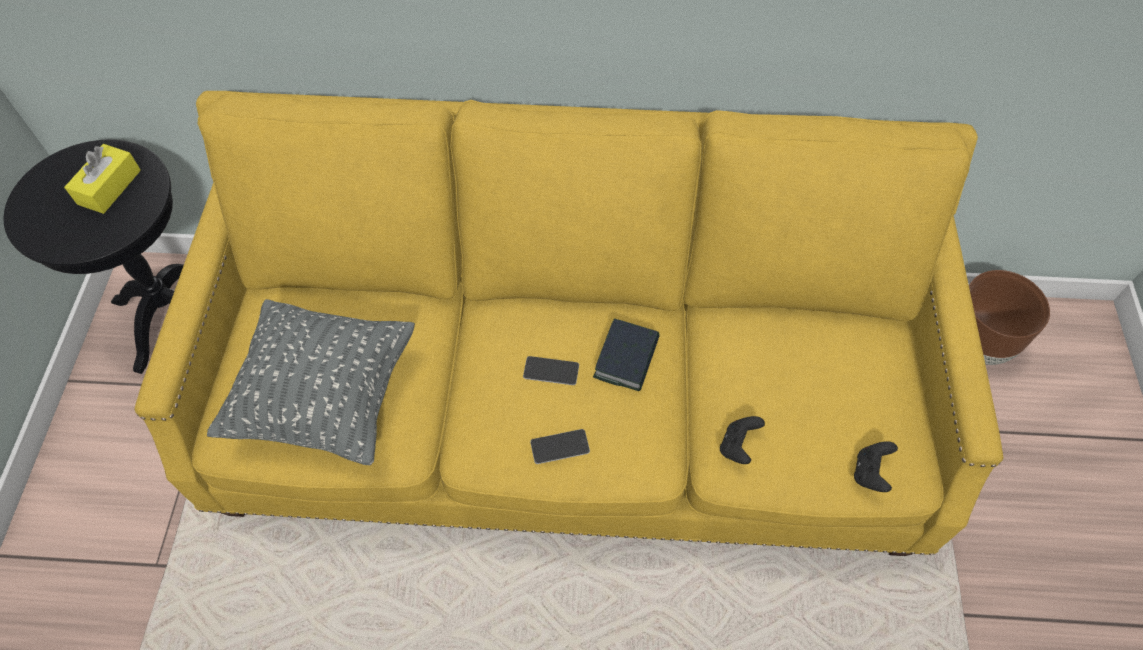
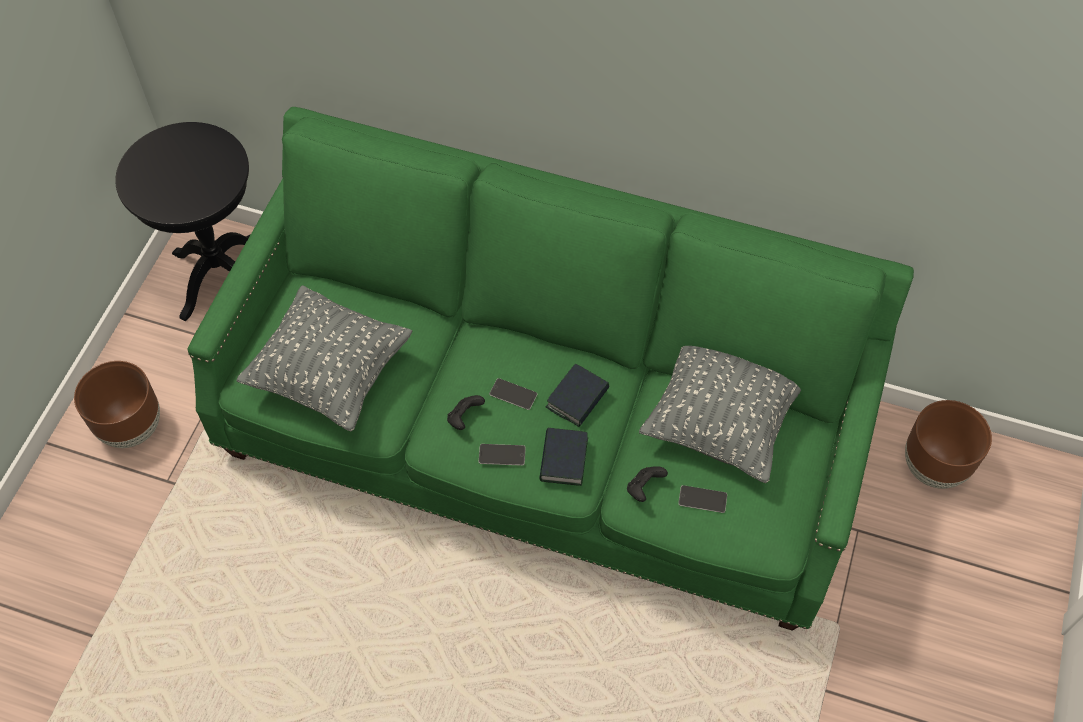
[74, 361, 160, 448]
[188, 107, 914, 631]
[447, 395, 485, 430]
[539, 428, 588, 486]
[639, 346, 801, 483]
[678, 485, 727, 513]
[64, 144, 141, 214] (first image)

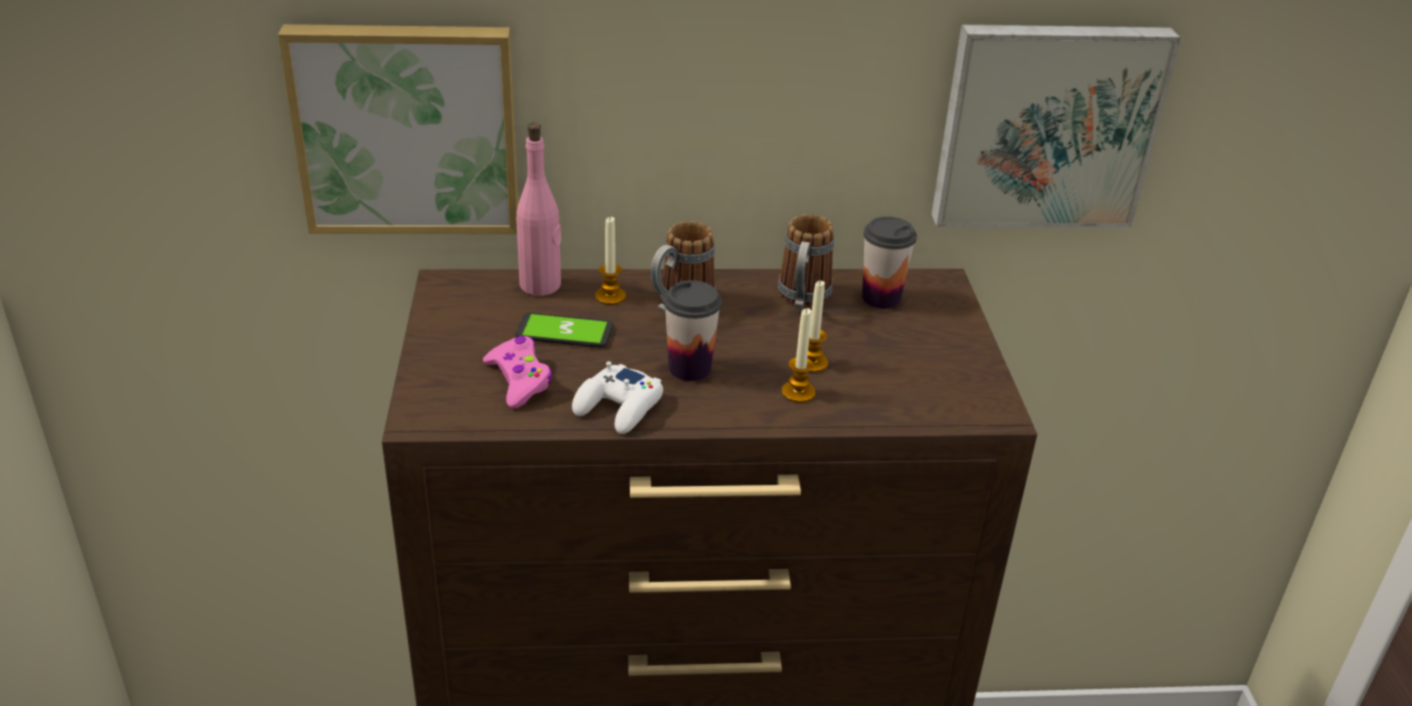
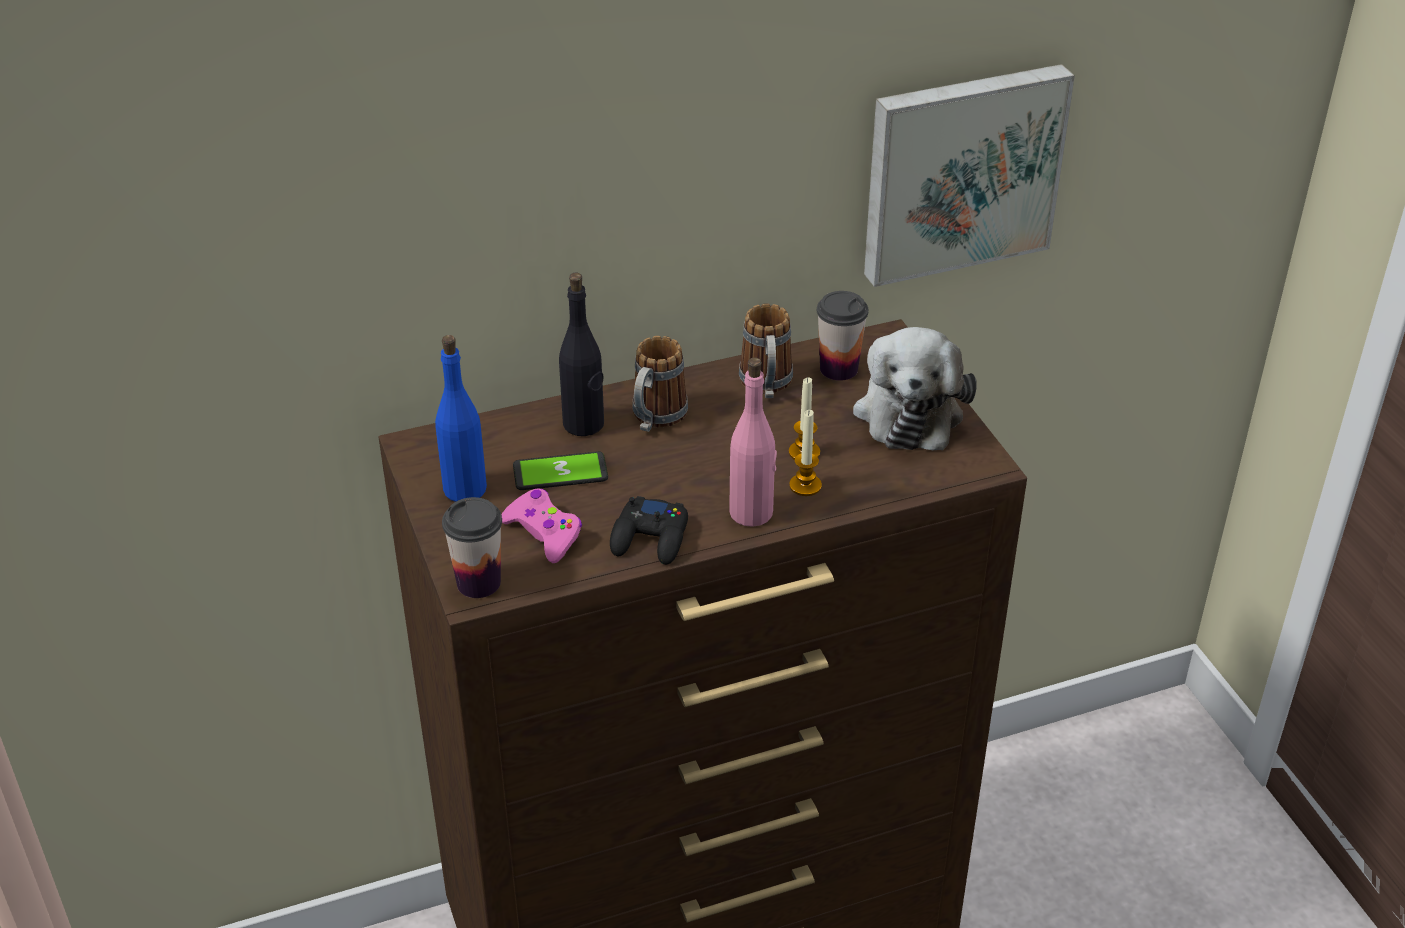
[435, 335, 487, 502]
[442, 497, 502, 598]
[559, 273, 604, 436]
[610, 496, 688, 565]
[729, 357, 777, 527]
[853, 327, 977, 450]
[278, 24, 518, 234] (first image)

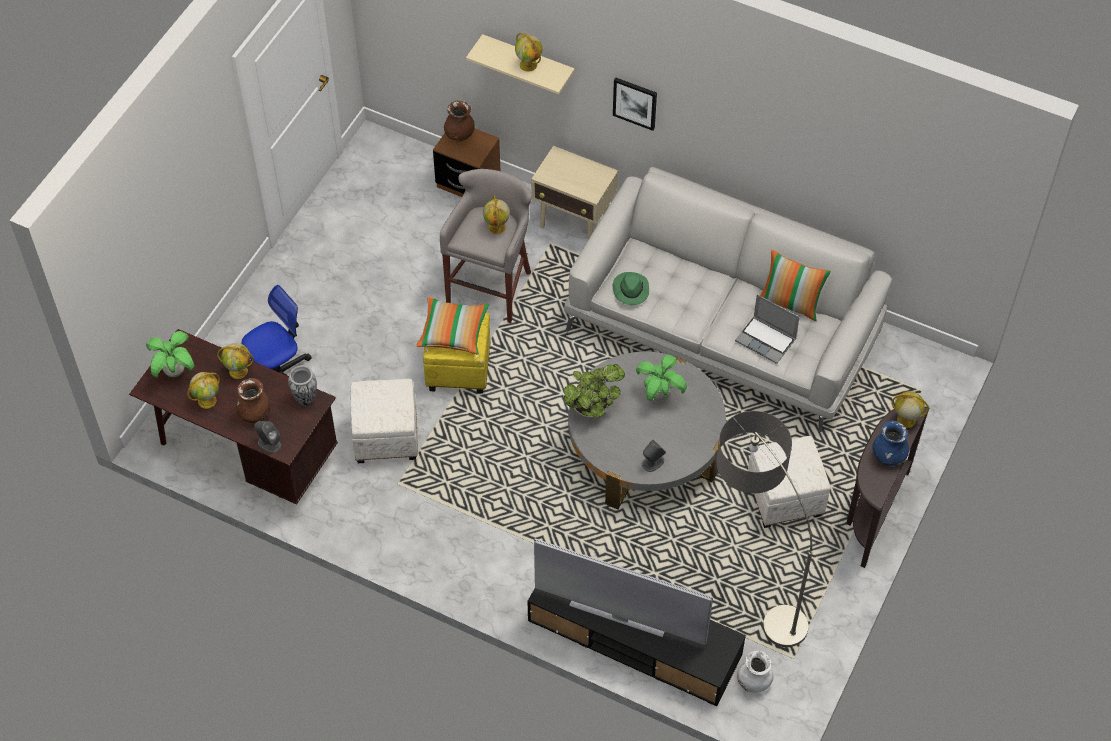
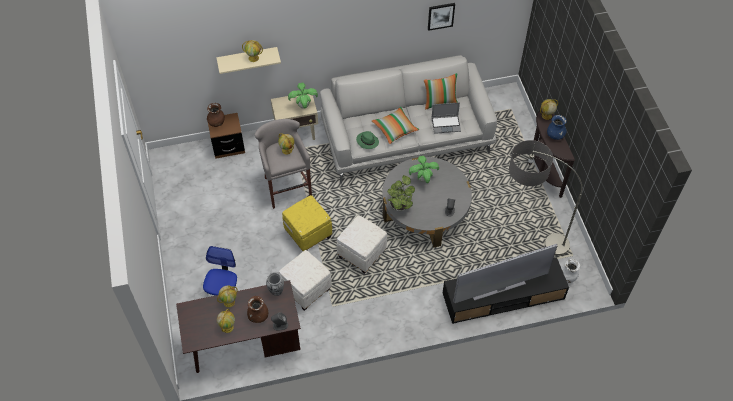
[288, 83, 318, 109]
[337, 215, 387, 274]
[372, 107, 419, 144]
[428, 3, 455, 31]

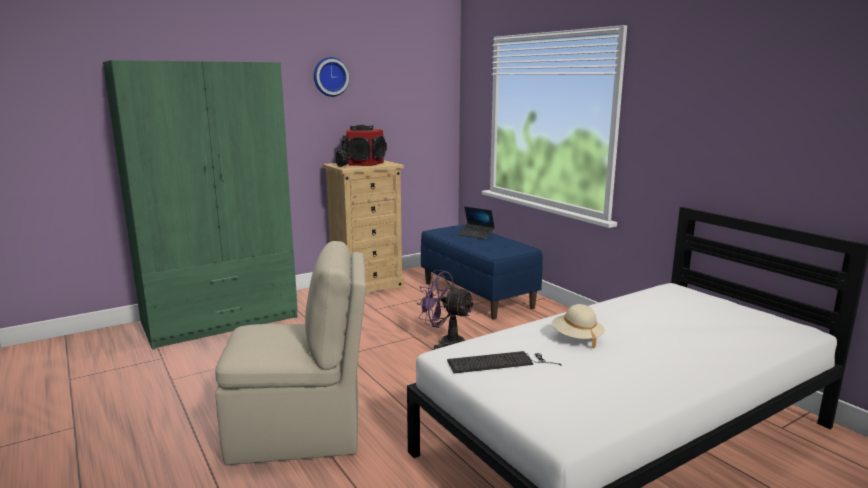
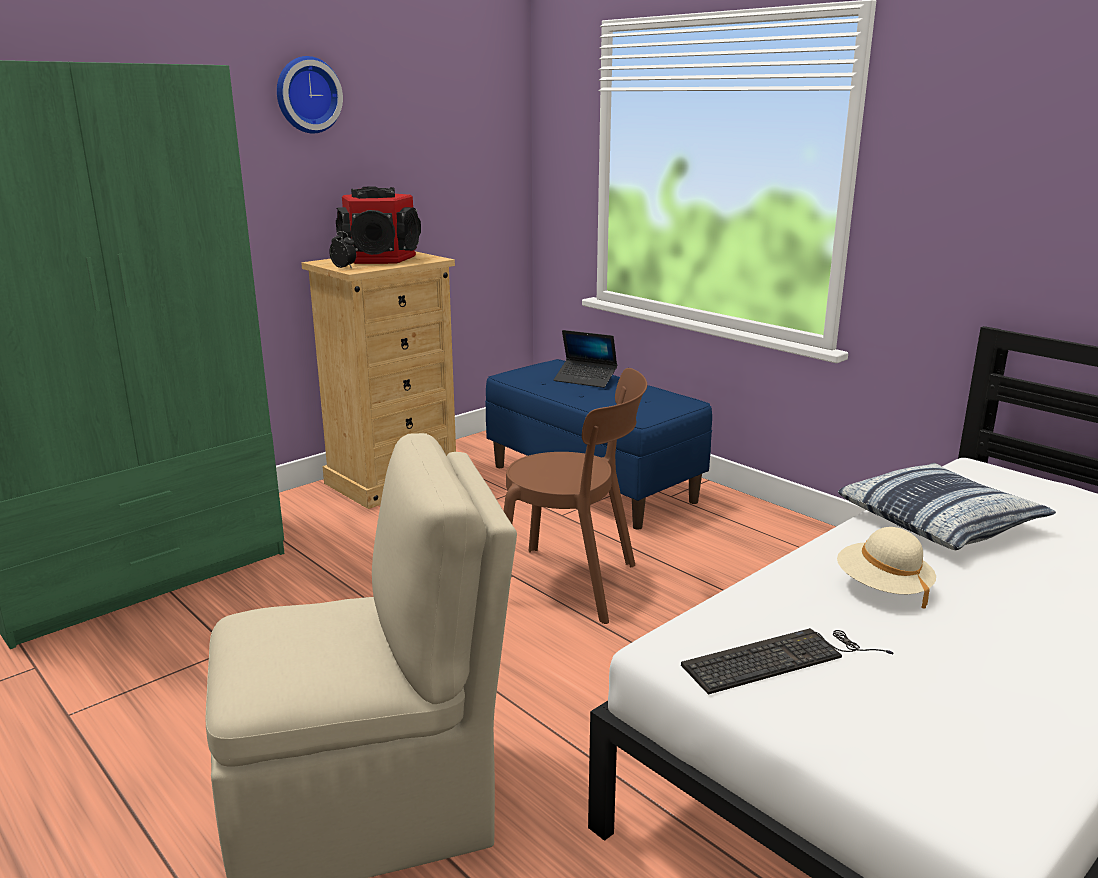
[504, 368, 647, 624]
[838, 463, 1056, 550]

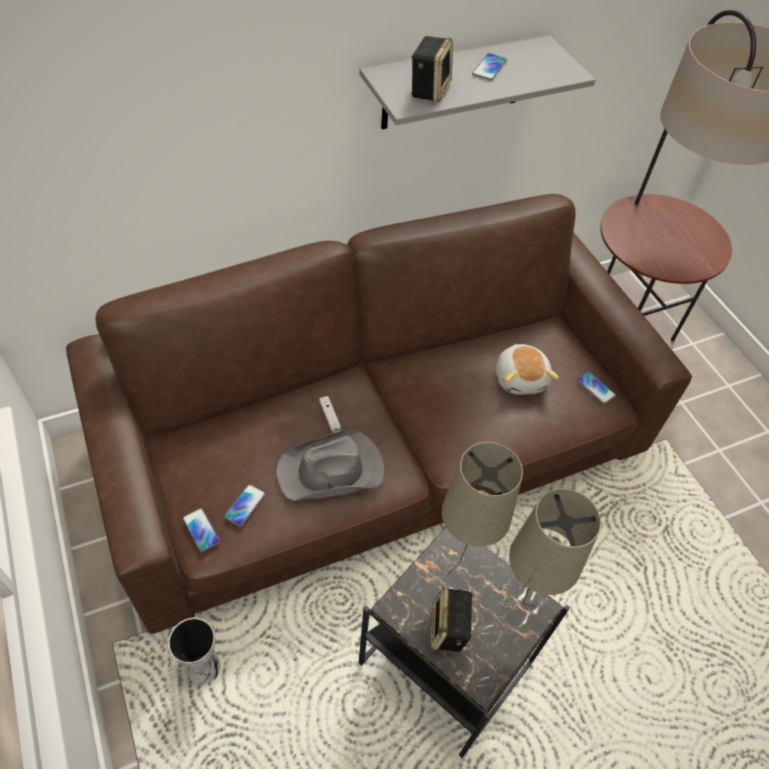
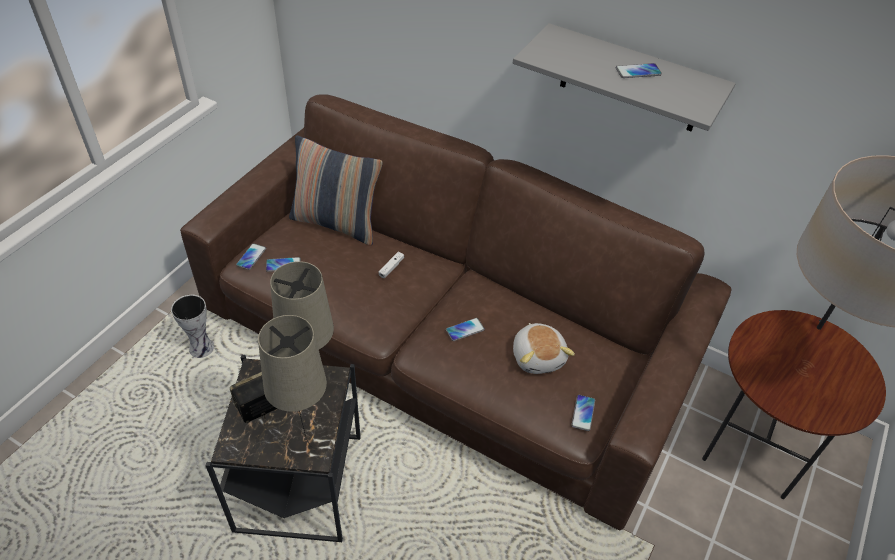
[289, 135, 383, 246]
[446, 318, 485, 341]
[513, 323, 575, 374]
[276, 430, 384, 501] (first image)
[411, 36, 453, 102] (first image)

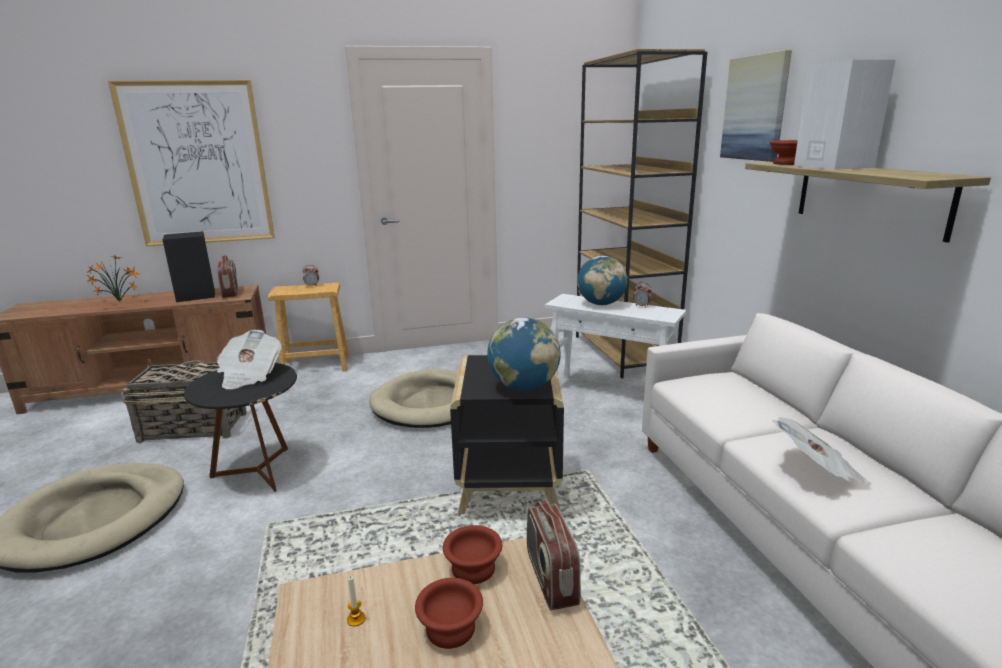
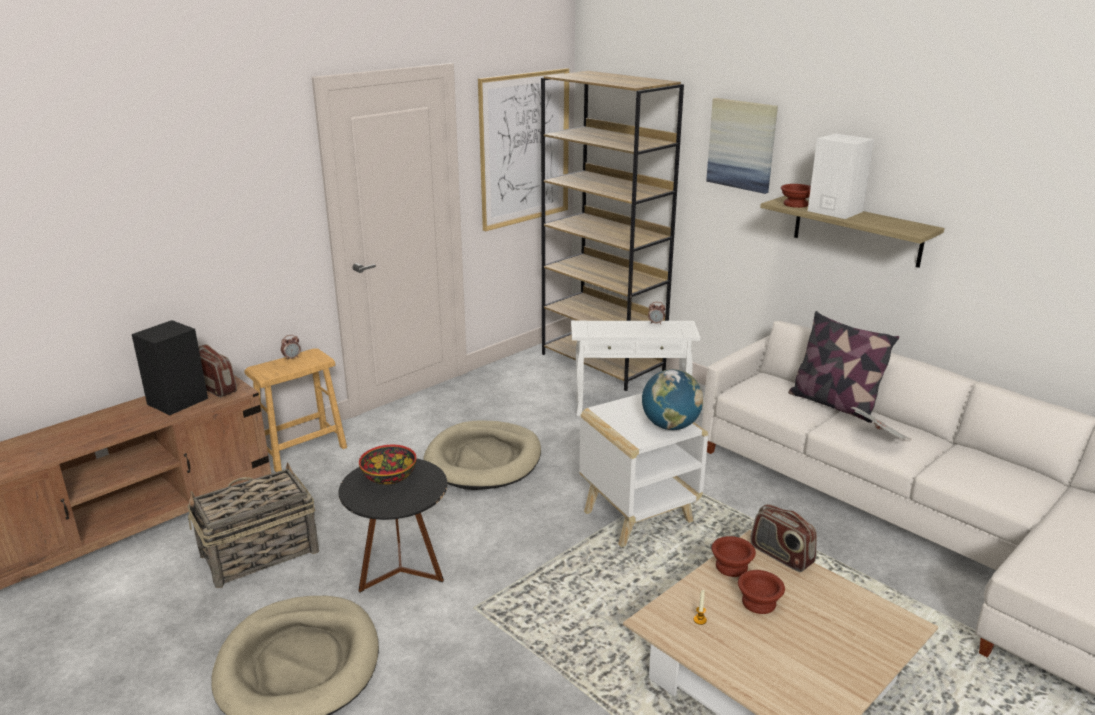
[359, 445, 417, 485]
[478, 68, 569, 231]
[579, 393, 708, 547]
[788, 311, 899, 423]
[86, 255, 139, 301] (first image)
[577, 256, 628, 305] (first image)

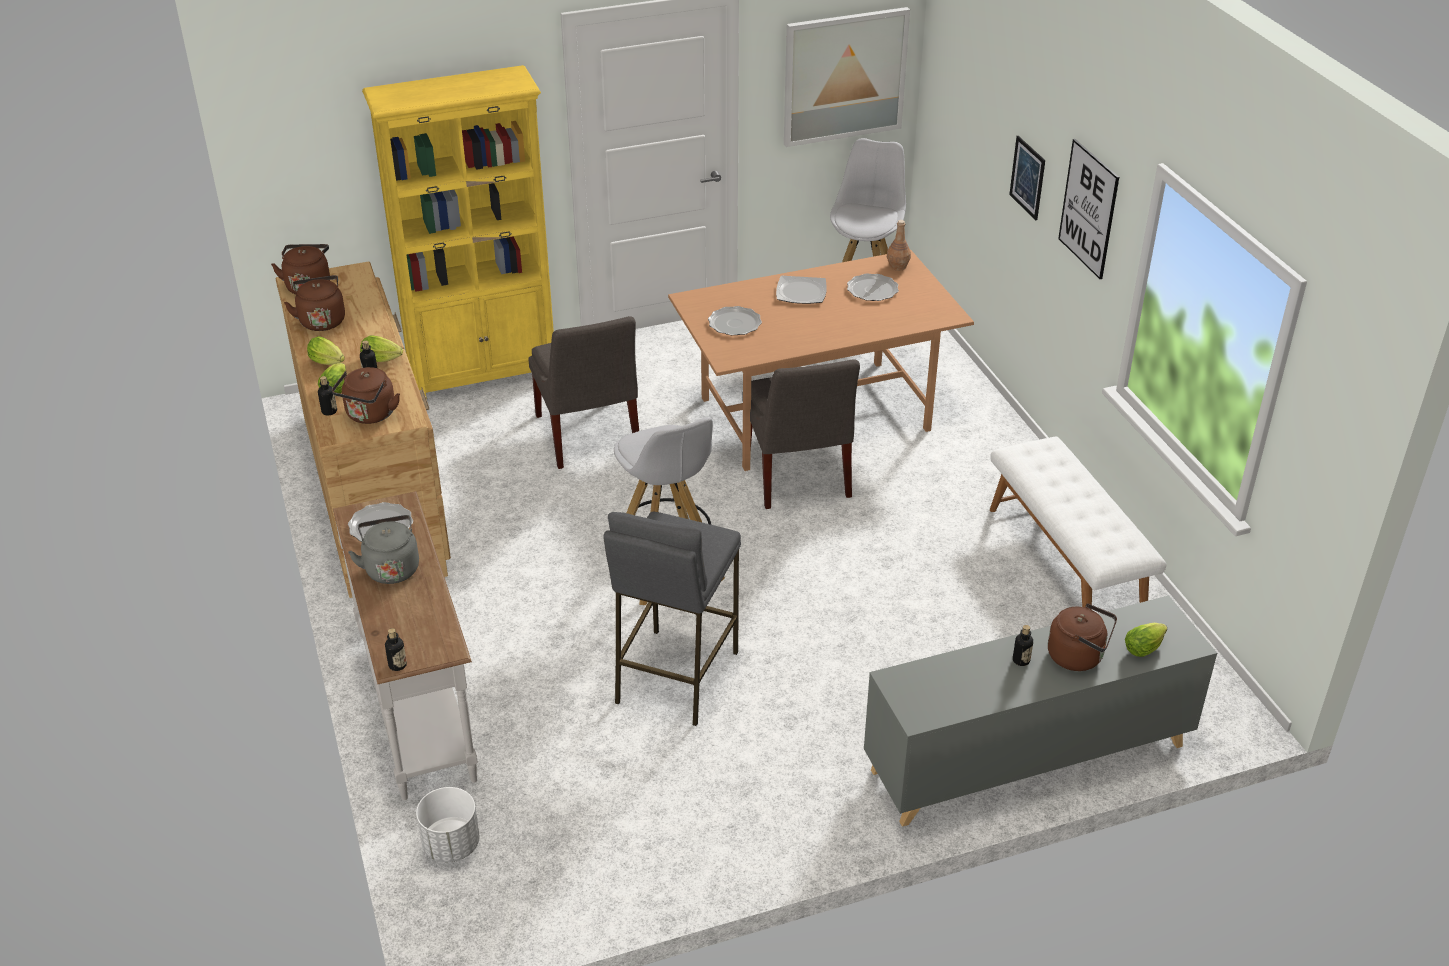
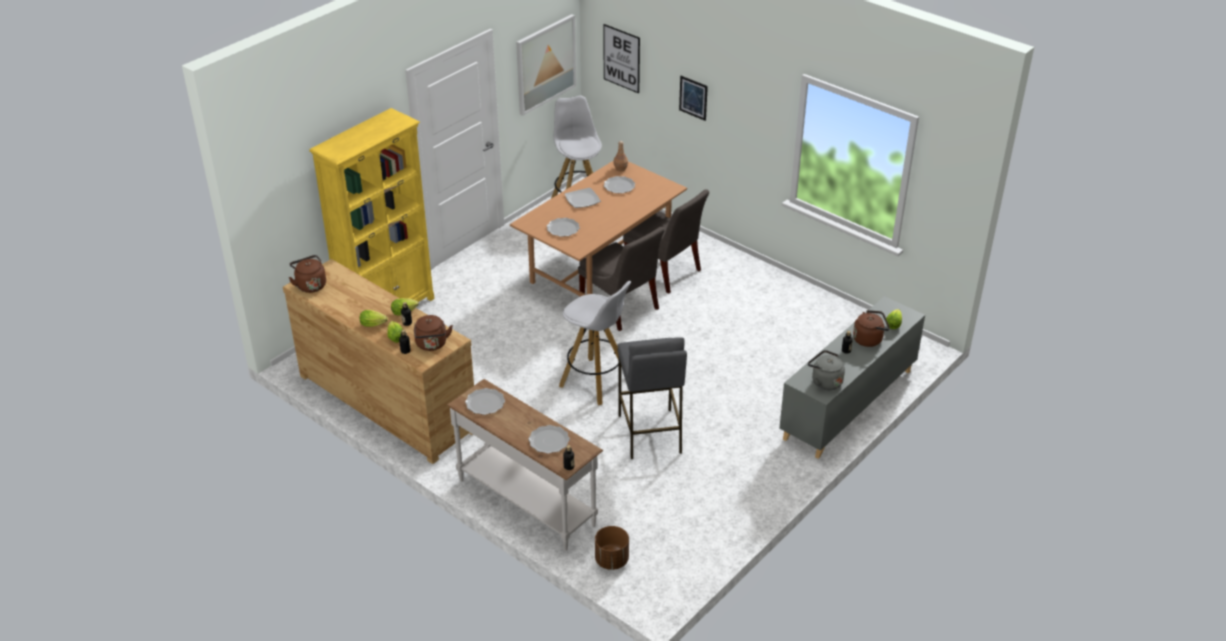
[528, 425, 570, 454]
[595, 526, 629, 570]
[603, 24, 640, 93]
[623, 189, 709, 294]
[808, 350, 845, 390]
[284, 275, 345, 331] (first image)
[990, 436, 1166, 607] (first image)

